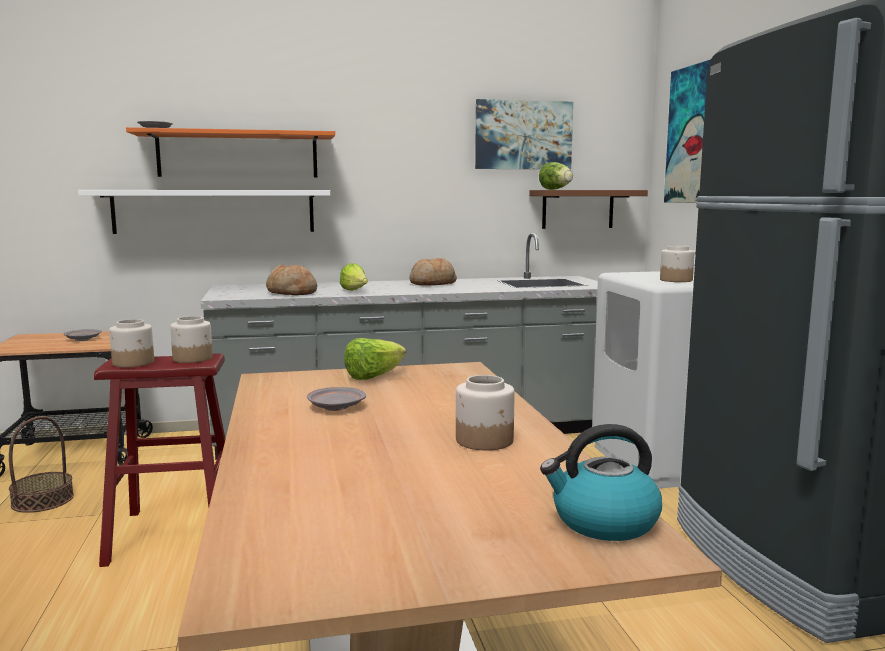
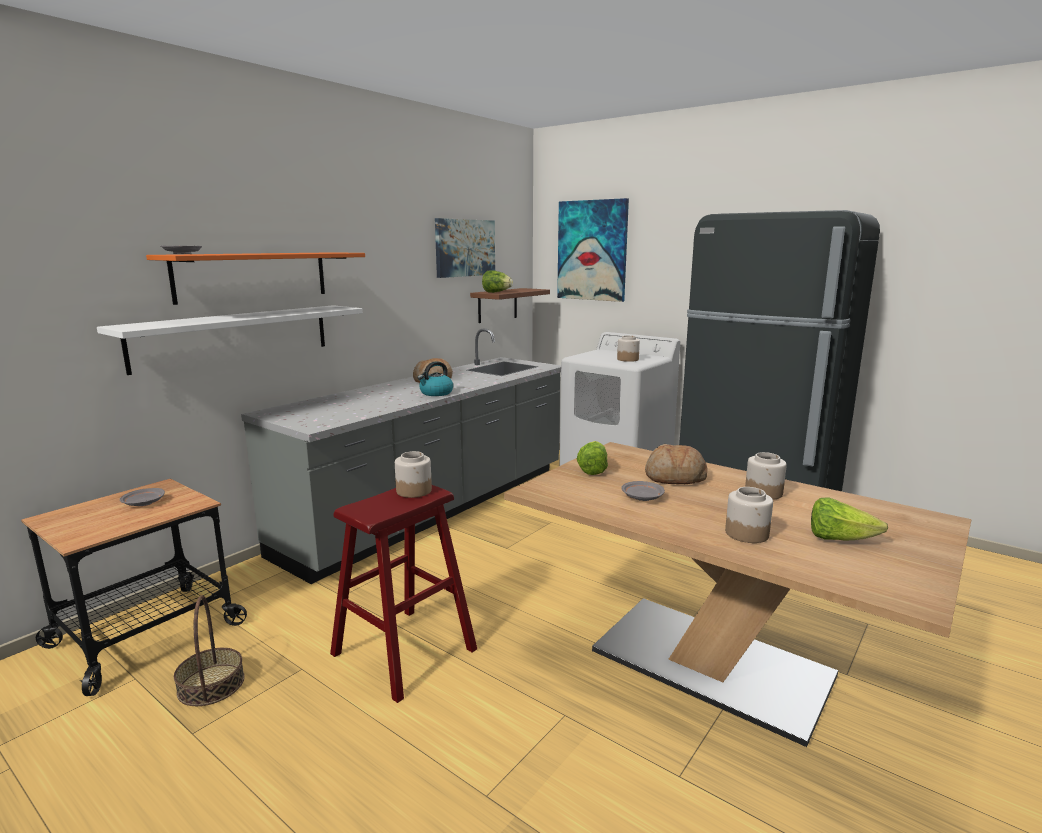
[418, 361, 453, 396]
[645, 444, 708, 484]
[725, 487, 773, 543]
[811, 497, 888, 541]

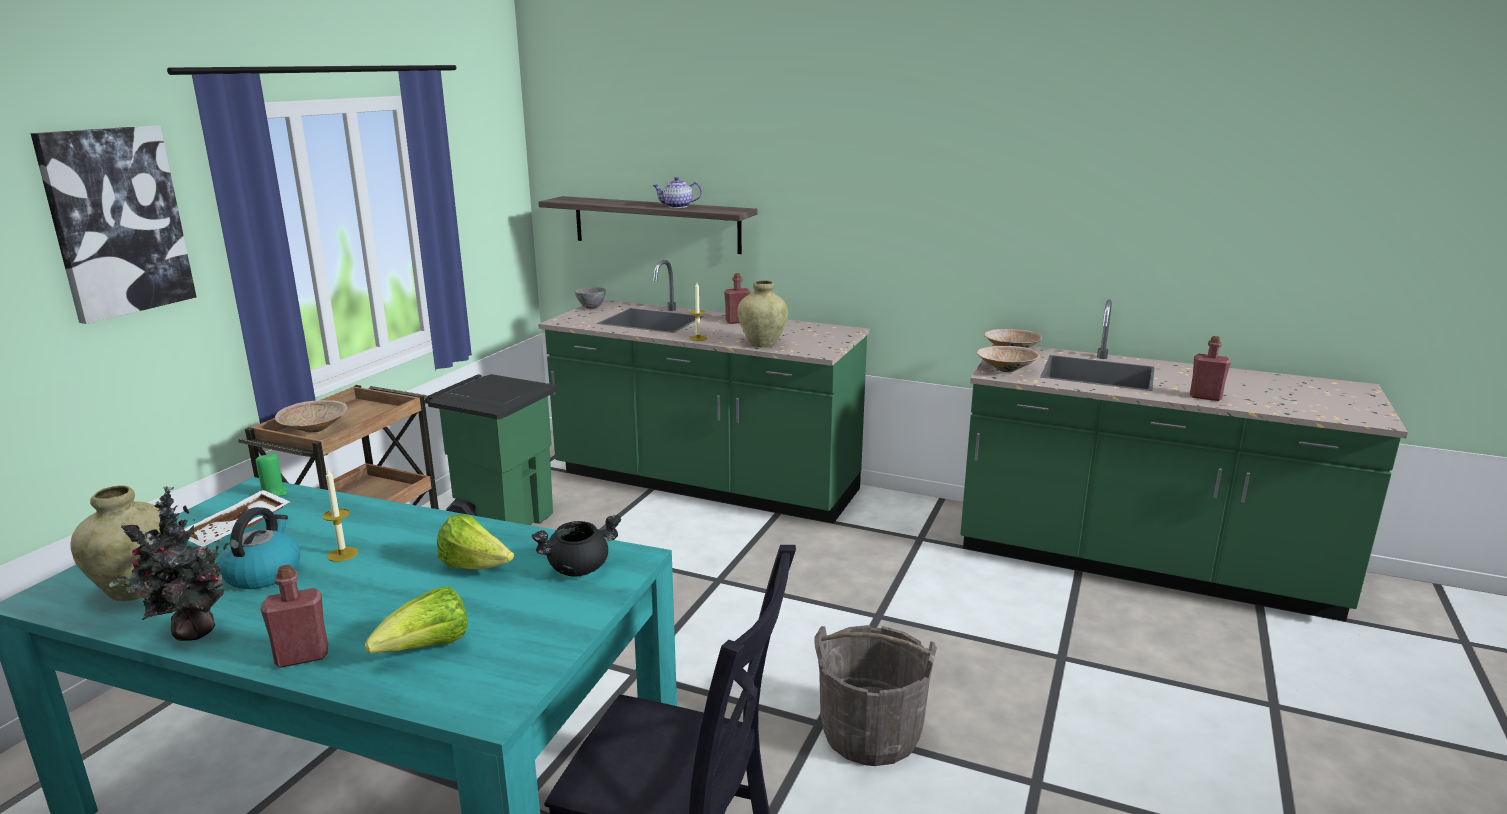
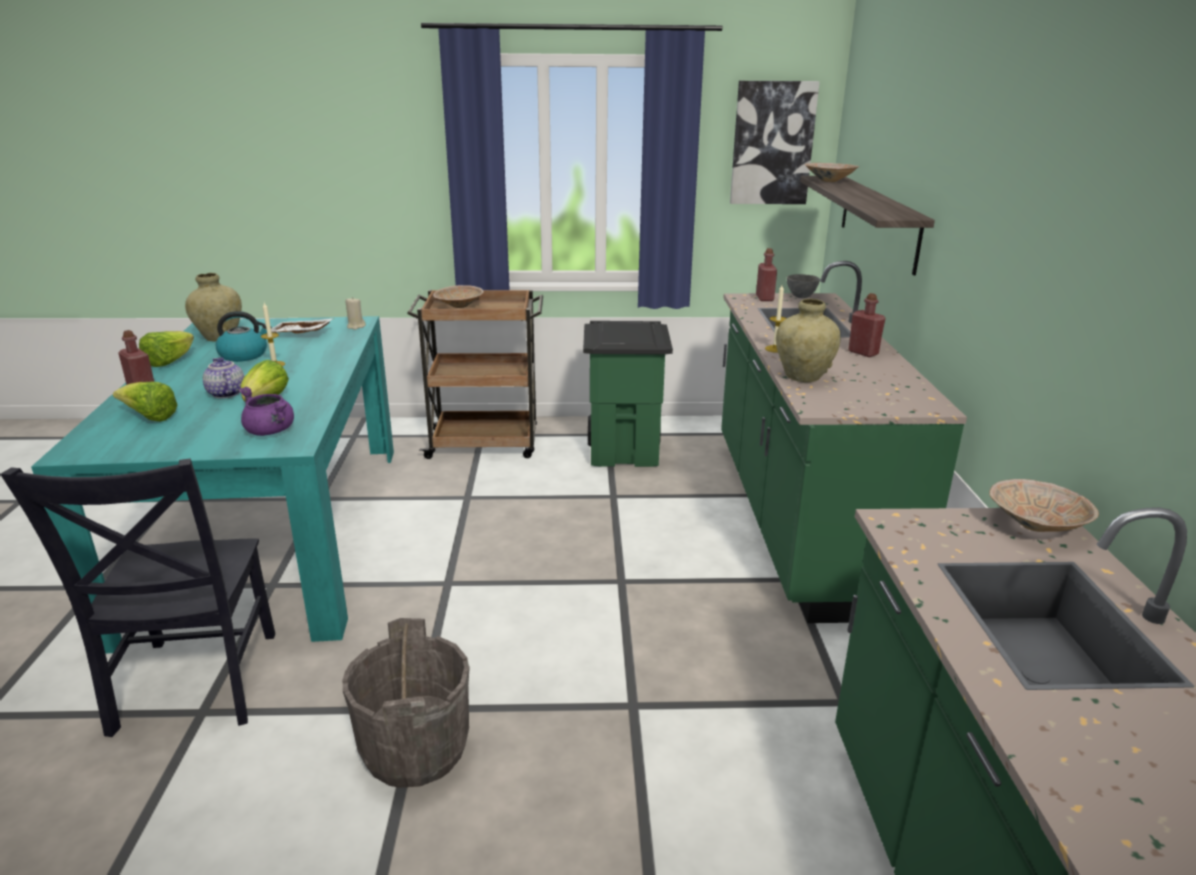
[139, 331, 194, 367]
[203, 357, 245, 398]
[238, 386, 294, 436]
[345, 297, 366, 330]
[730, 81, 820, 204]
[756, 248, 777, 301]
[805, 163, 859, 182]

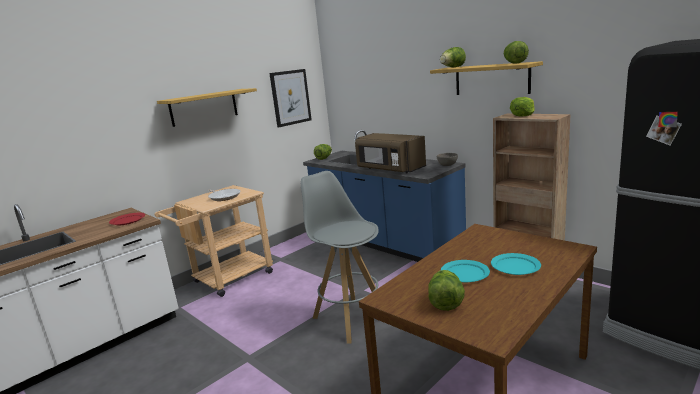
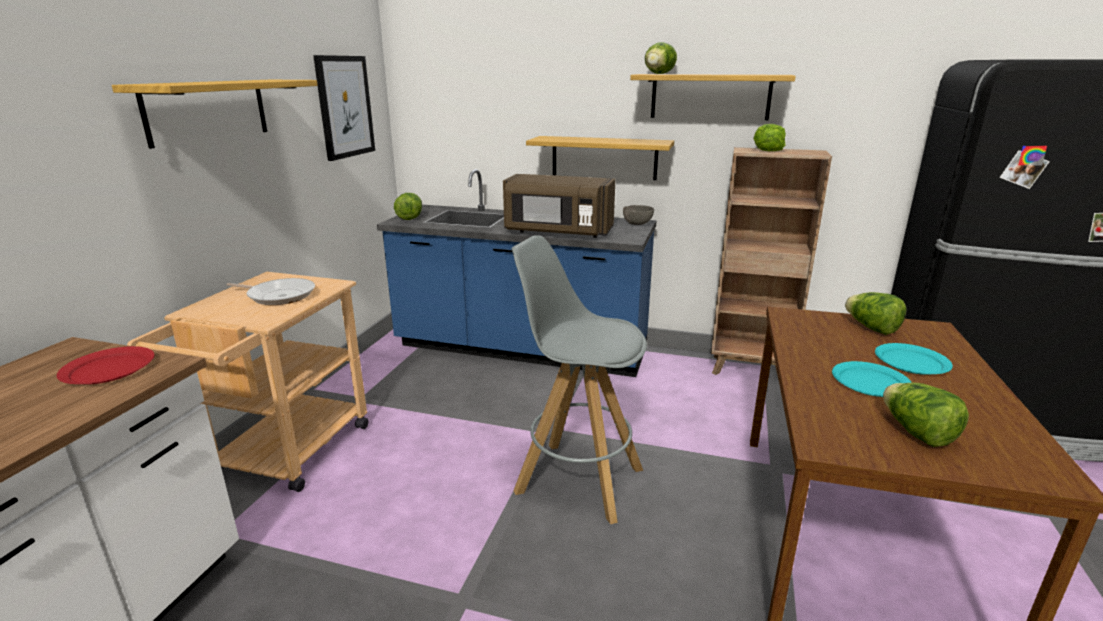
[526, 136, 674, 180]
[845, 292, 907, 335]

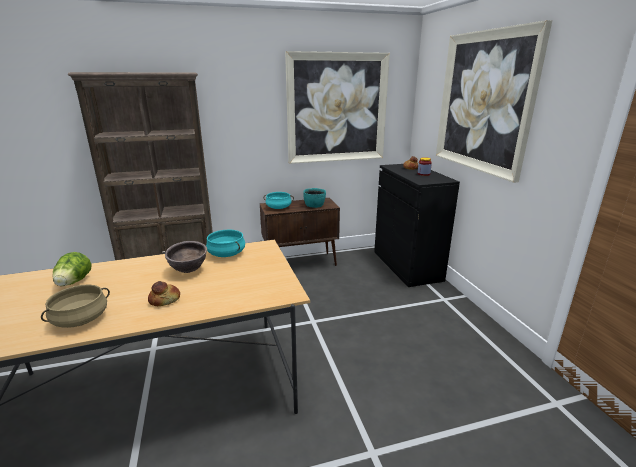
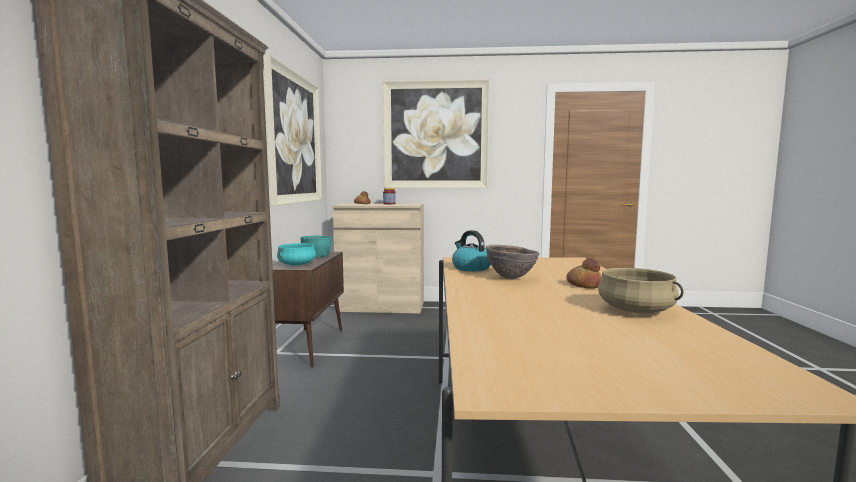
[333, 203, 424, 314]
[452, 230, 491, 271]
[53, 252, 92, 286] (first image)

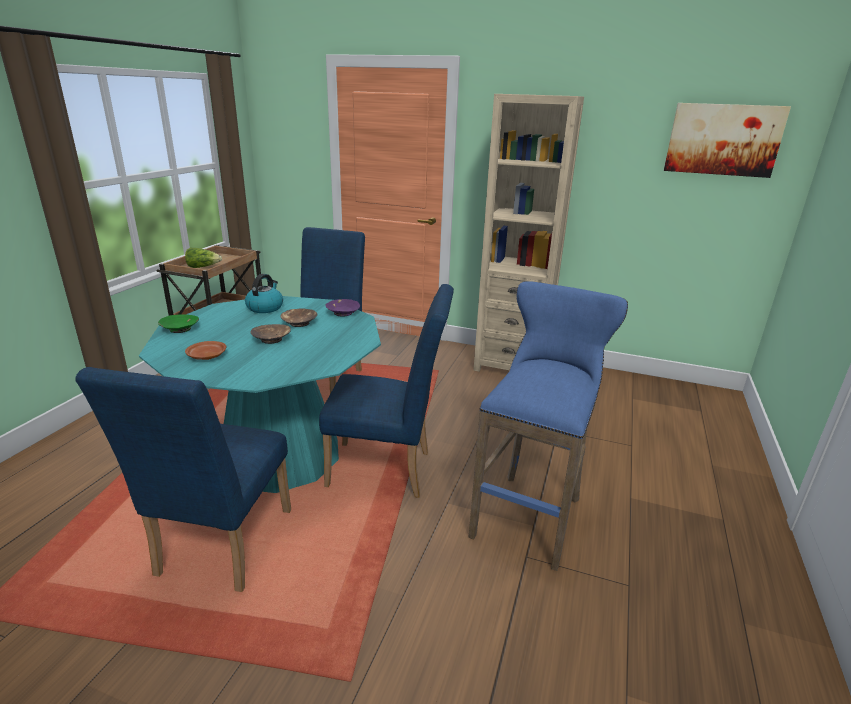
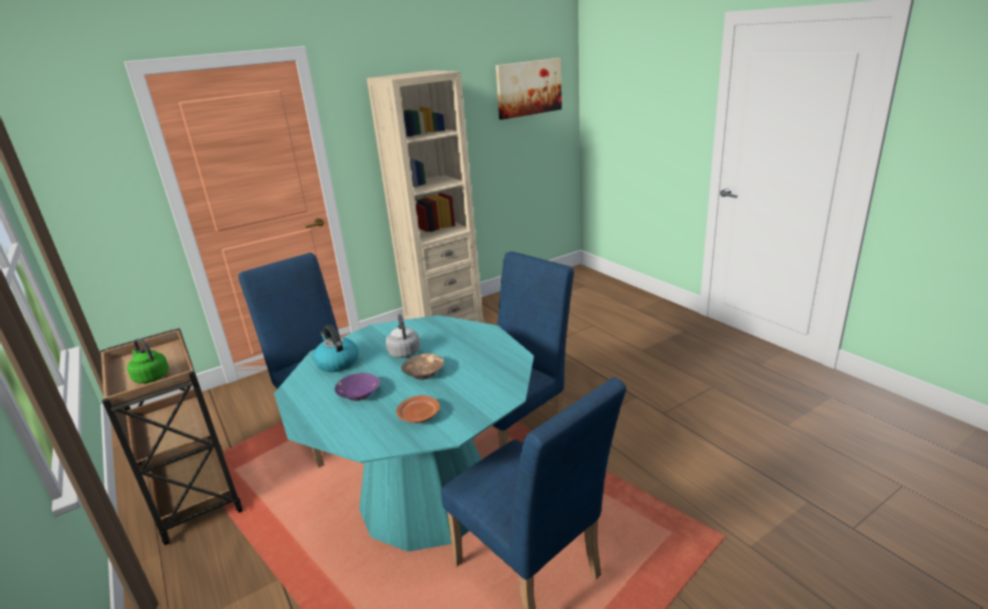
[127, 339, 169, 383]
[335, 373, 380, 401]
[386, 314, 420, 358]
[158, 314, 199, 333] (first image)
[468, 281, 628, 571] (first image)

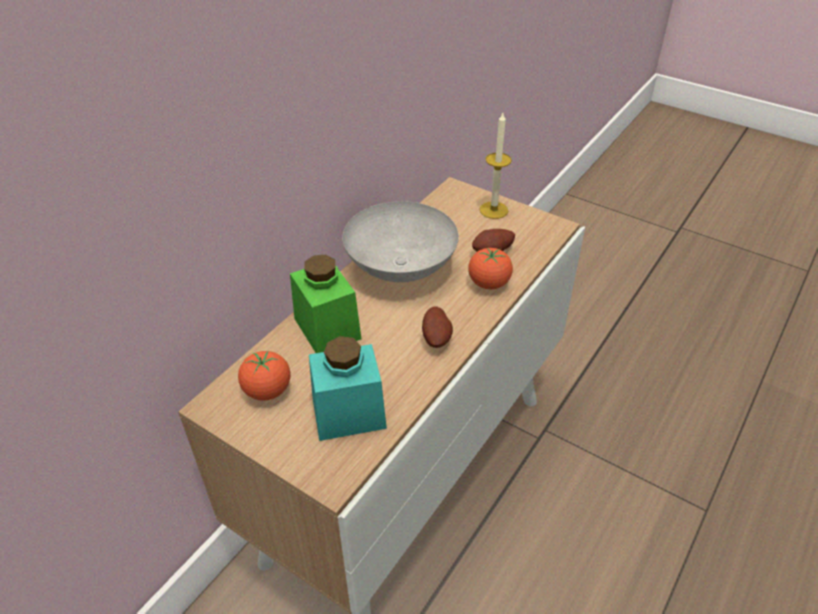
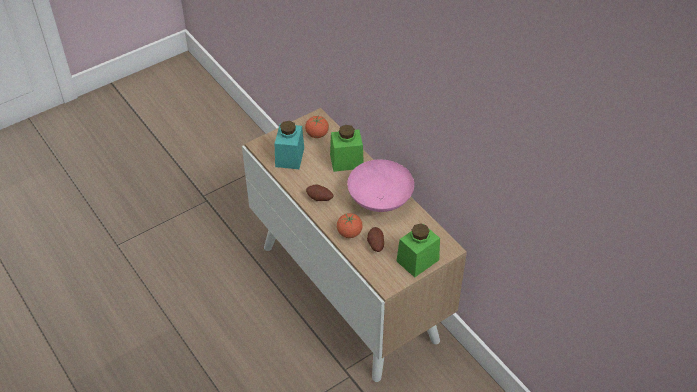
[347, 159, 414, 212]
[396, 223, 440, 277]

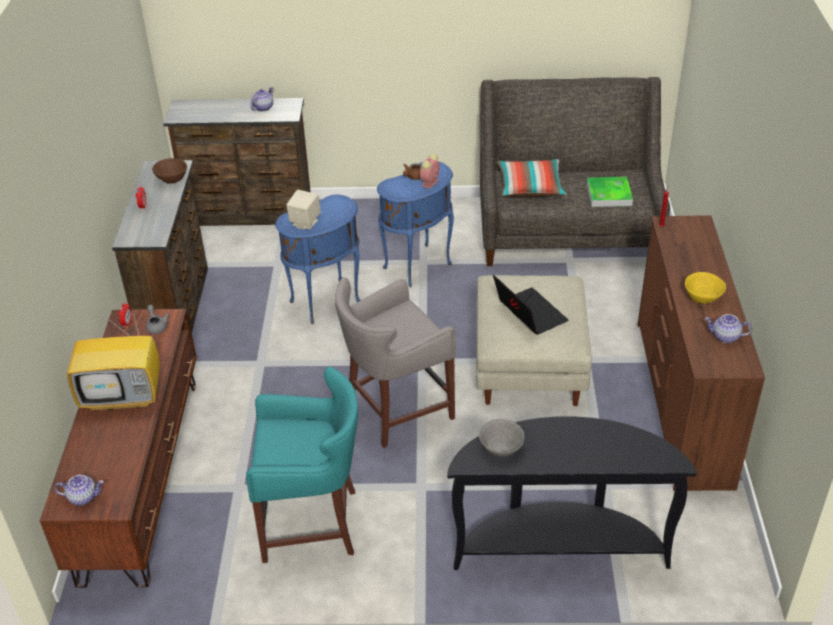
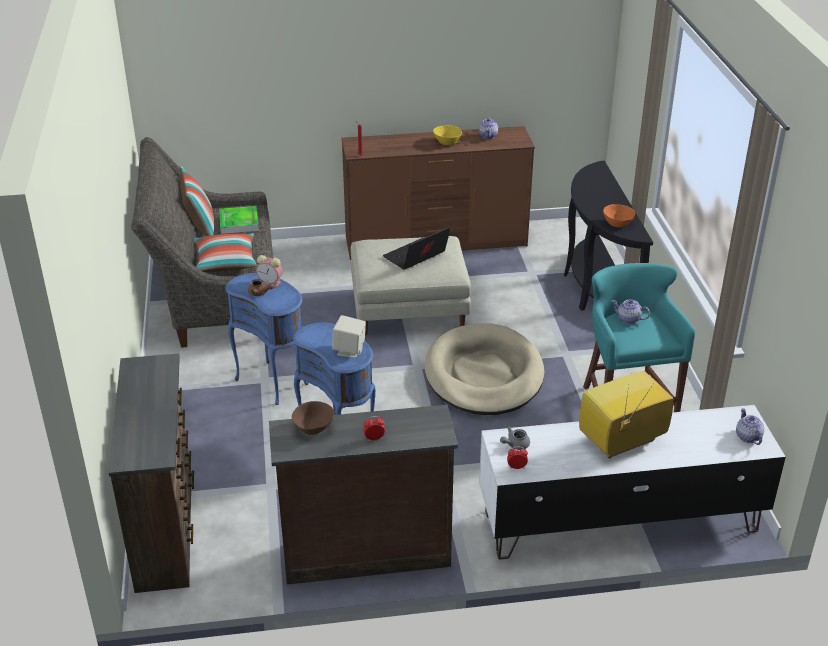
[180, 166, 214, 236]
[425, 323, 544, 415]
[479, 405, 786, 560]
[579, 371, 673, 459]
[603, 204, 635, 228]
[612, 299, 650, 324]

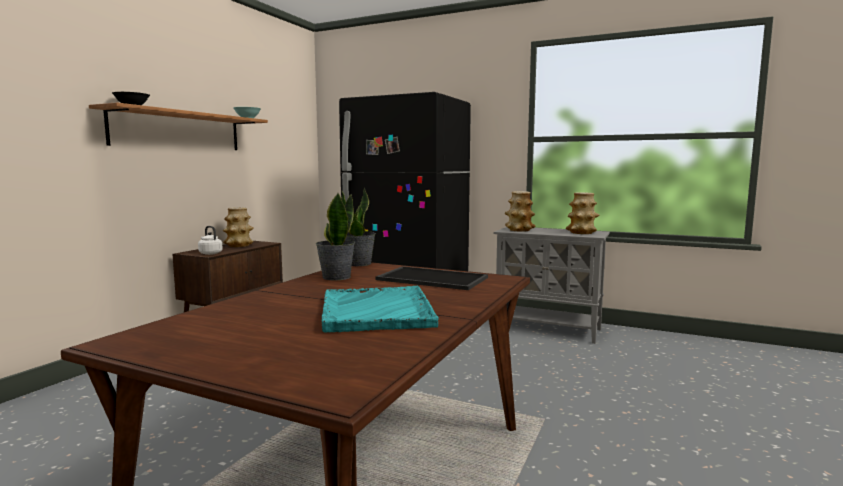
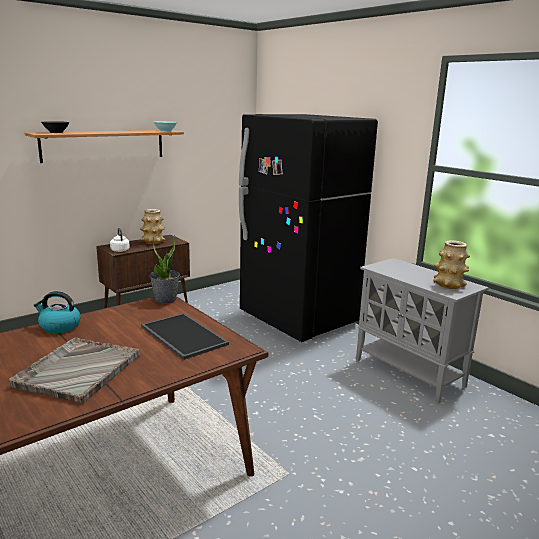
[9, 338, 140, 404]
[33, 291, 81, 333]
[316, 193, 355, 280] (first image)
[505, 191, 535, 231] (first image)

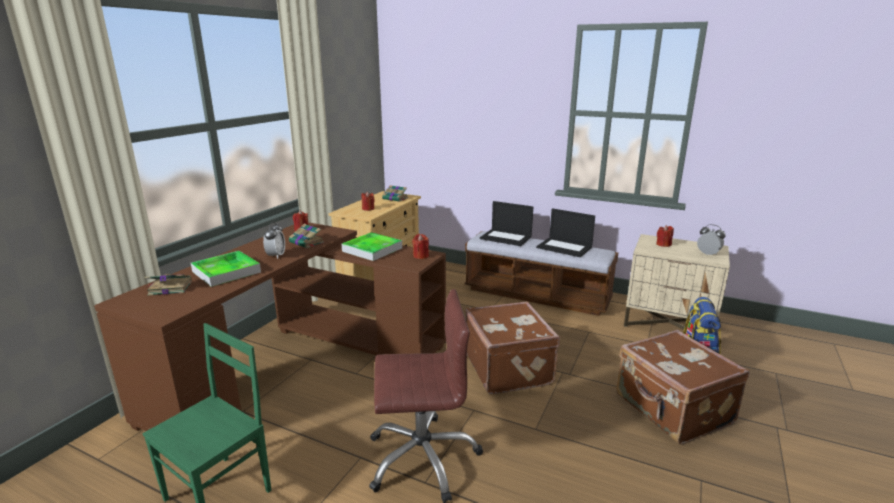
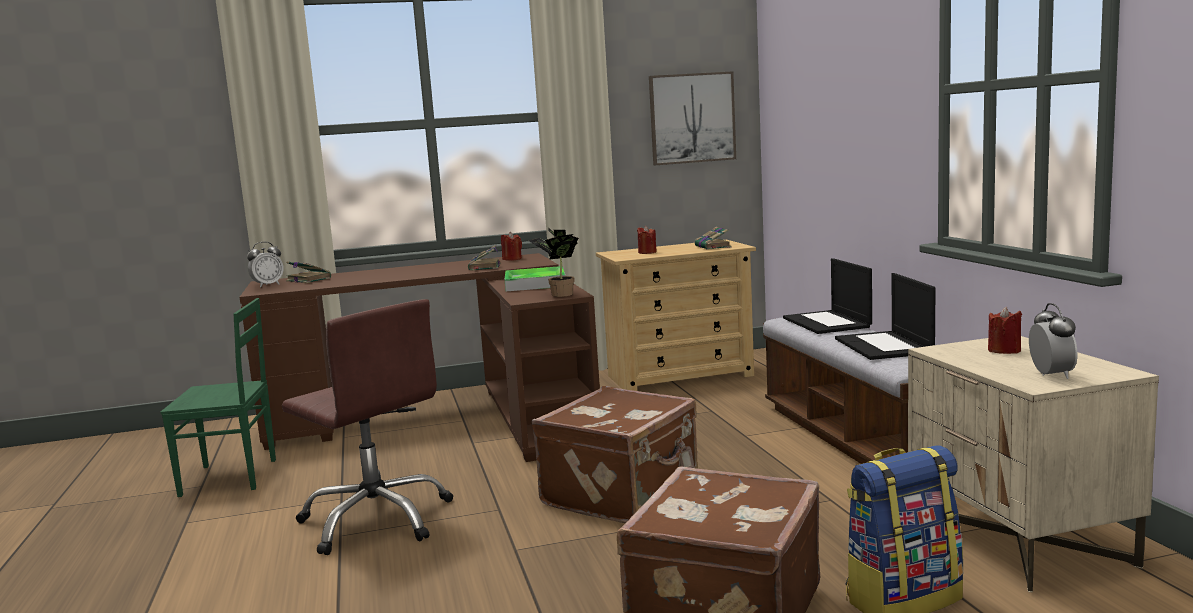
[247, 242, 284, 287]
[529, 228, 579, 297]
[649, 71, 736, 165]
[191, 251, 261, 287] (first image)

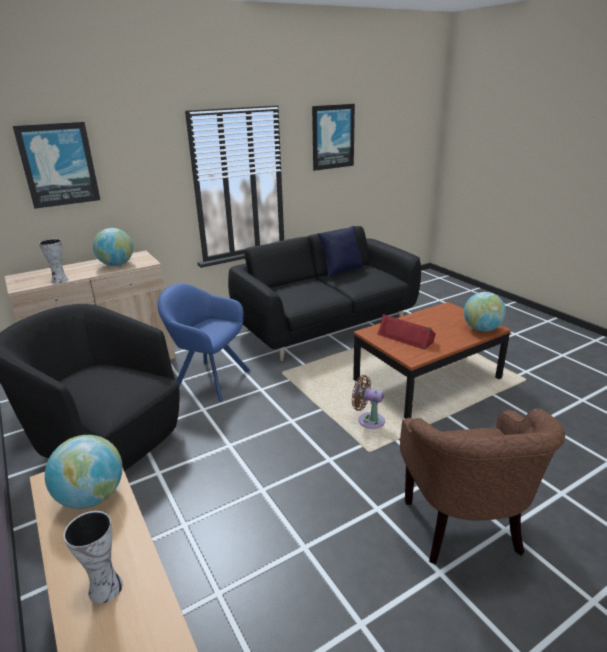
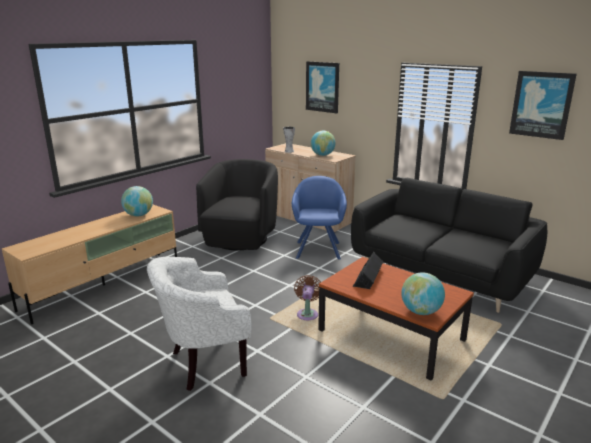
[147, 257, 252, 391]
[353, 252, 383, 289]
[64, 511, 123, 604] (first image)
[318, 226, 363, 279] (first image)

